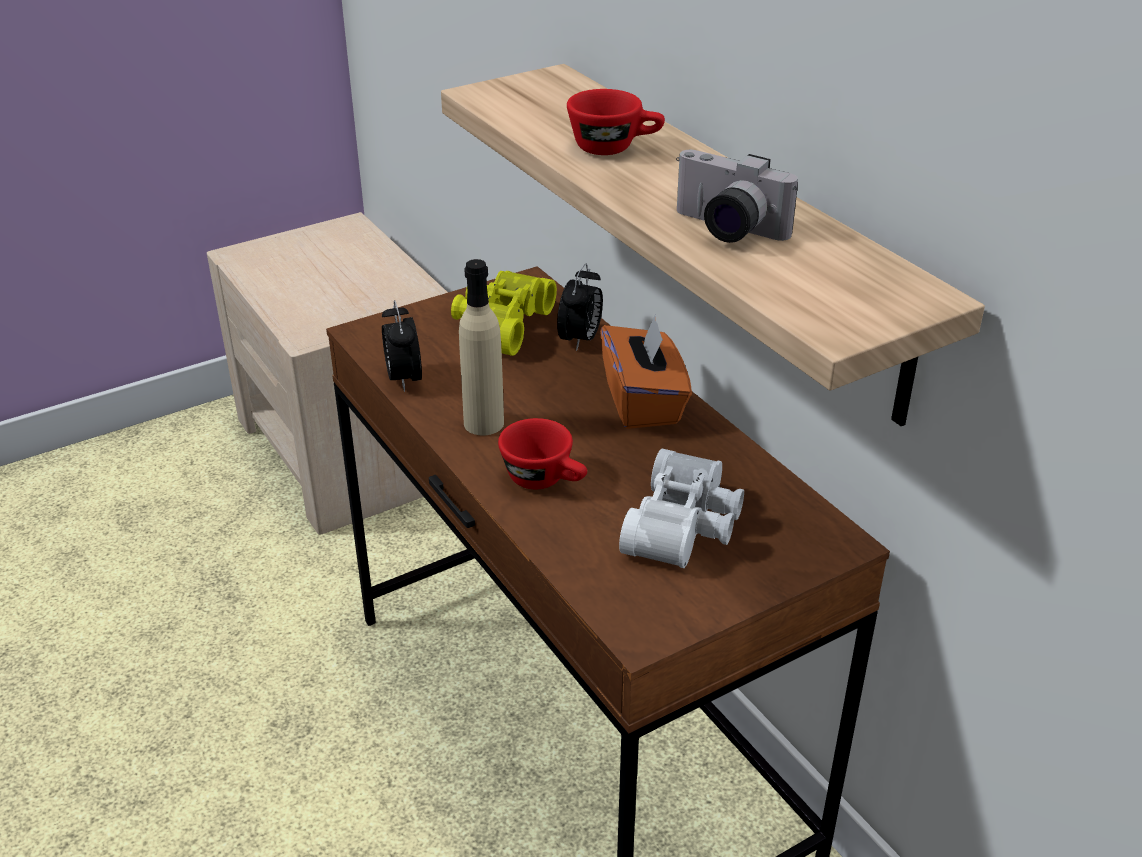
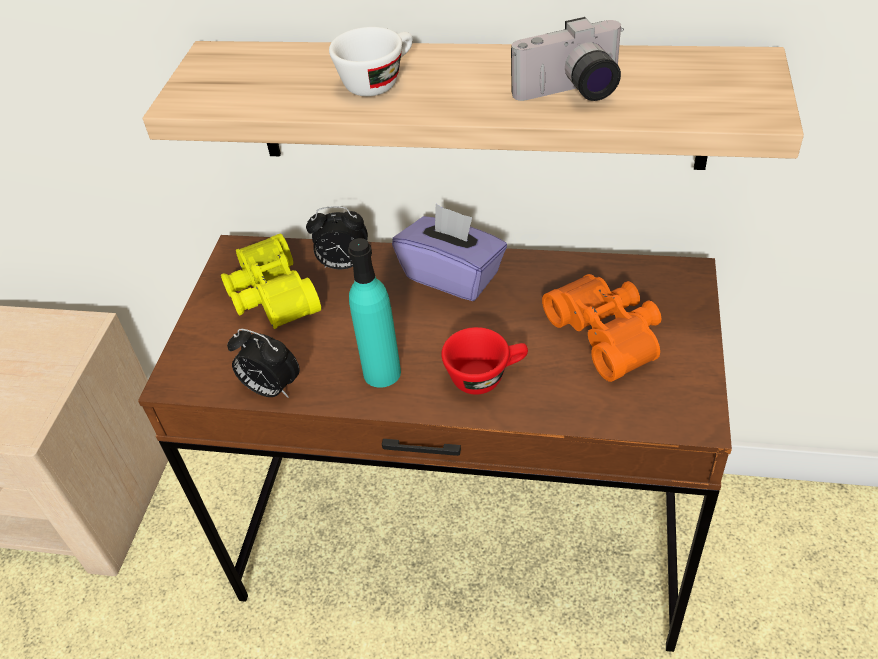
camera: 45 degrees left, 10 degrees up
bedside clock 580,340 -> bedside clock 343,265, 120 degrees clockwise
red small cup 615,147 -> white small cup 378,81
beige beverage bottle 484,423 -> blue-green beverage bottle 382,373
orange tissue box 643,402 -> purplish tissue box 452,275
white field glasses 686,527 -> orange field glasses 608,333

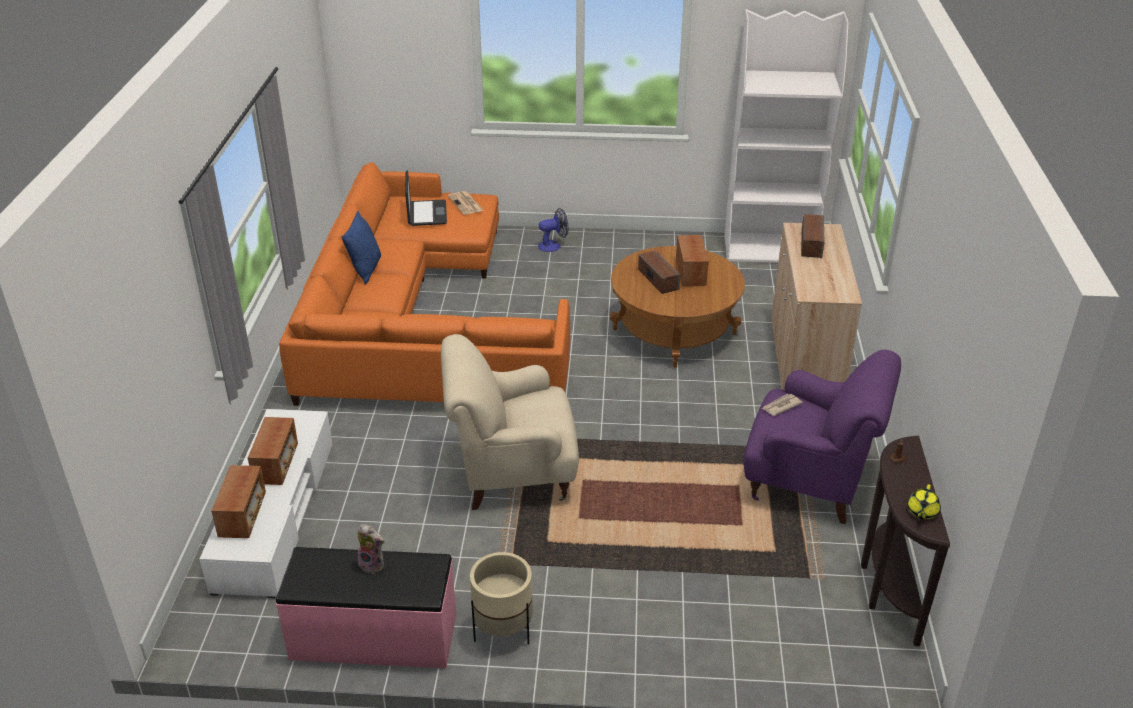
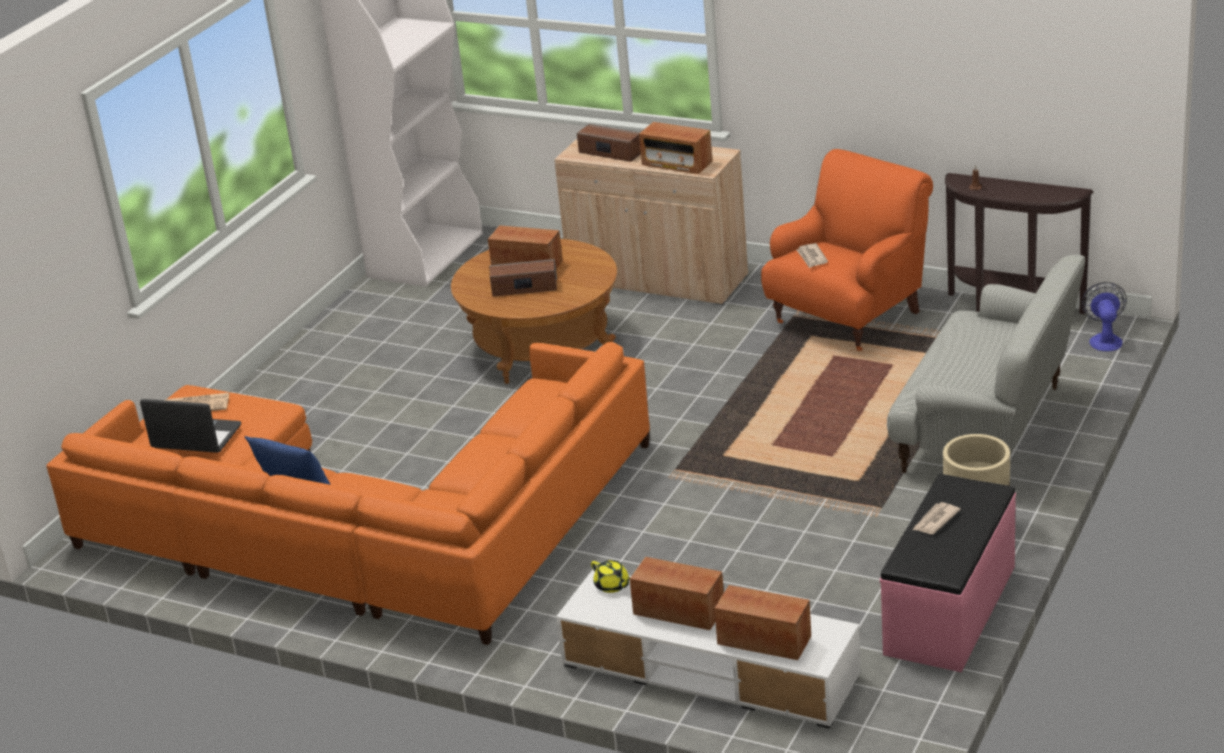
camera: 65 degrees left, 5 degrees down
yellow-coloured tea pot 922,511 -> yellow-coloured tea pot 612,586, moved
none -> radio 677,164
purplish lounge chair 810,481 -> orange lounge chair 849,317
none -> settee 987,430
soft toy 373,564 -> printed paper 935,520
electric fan 553,245 -> electric fan 1104,339, moved
beige lounge chair 512,472 -> none

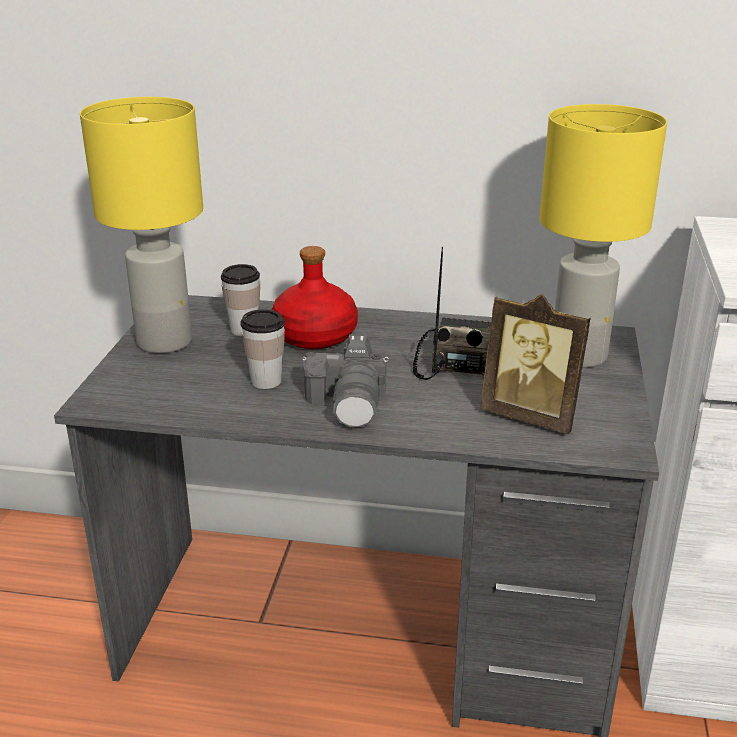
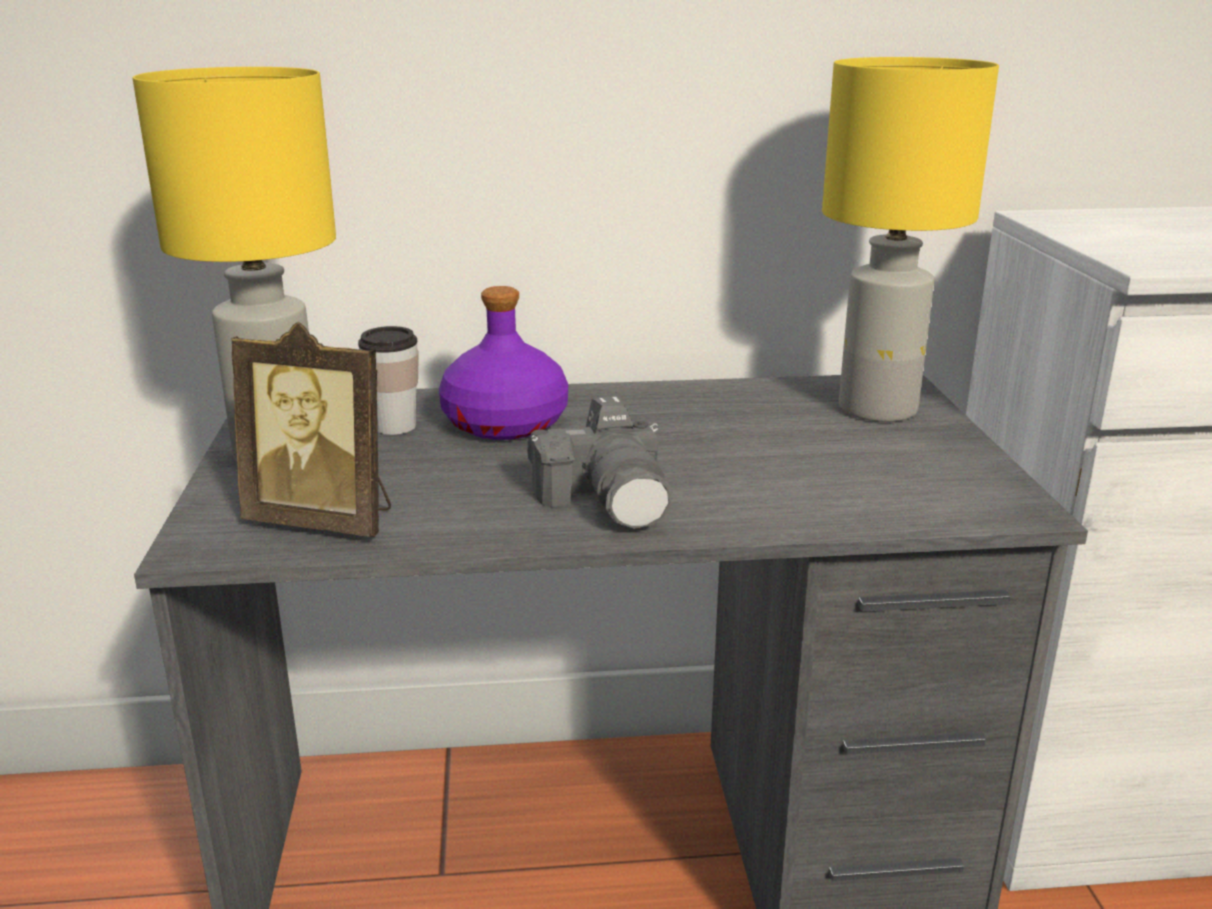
camera: 15 degrees left, 5 degrees down
standing frame 532,416 -> standing frame 325,520, moved
red beverage bottle 314,336 -> purplish beverage bottle 504,424
small cup 266,381 -> none
radio 457,360 -> none

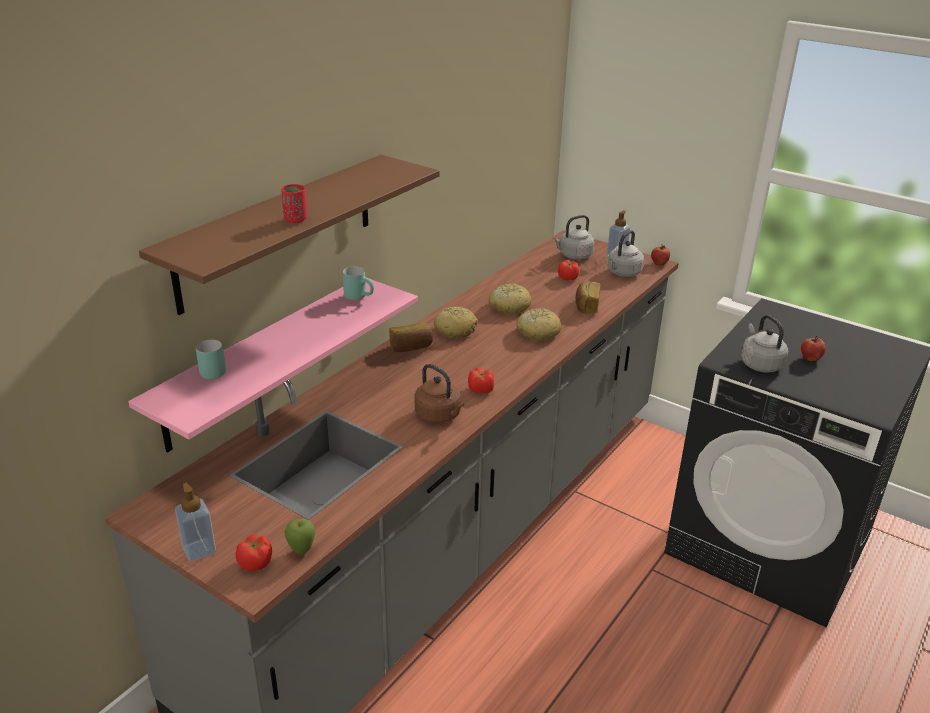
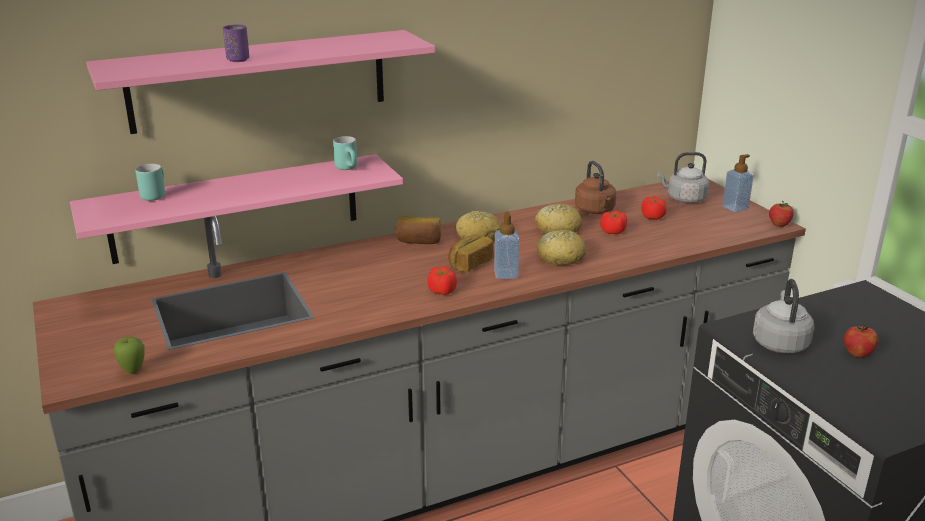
camera: 30 degrees right, 5 degrees down
brown wall shelf 278,231 -> pinkish wall shelf 259,80
red small cup 295,219 -> purplish small cup 238,60
baked bread 586,306 -> baked bread 470,263, moved
soap bottle 199,550 -> soap bottle 506,274, moved
brown kettle 439,416 -> brown kettle 595,211, moved
fresh tomato 256,563 -> fresh tomato 613,232, moved
gray kettle 623,273 -> none

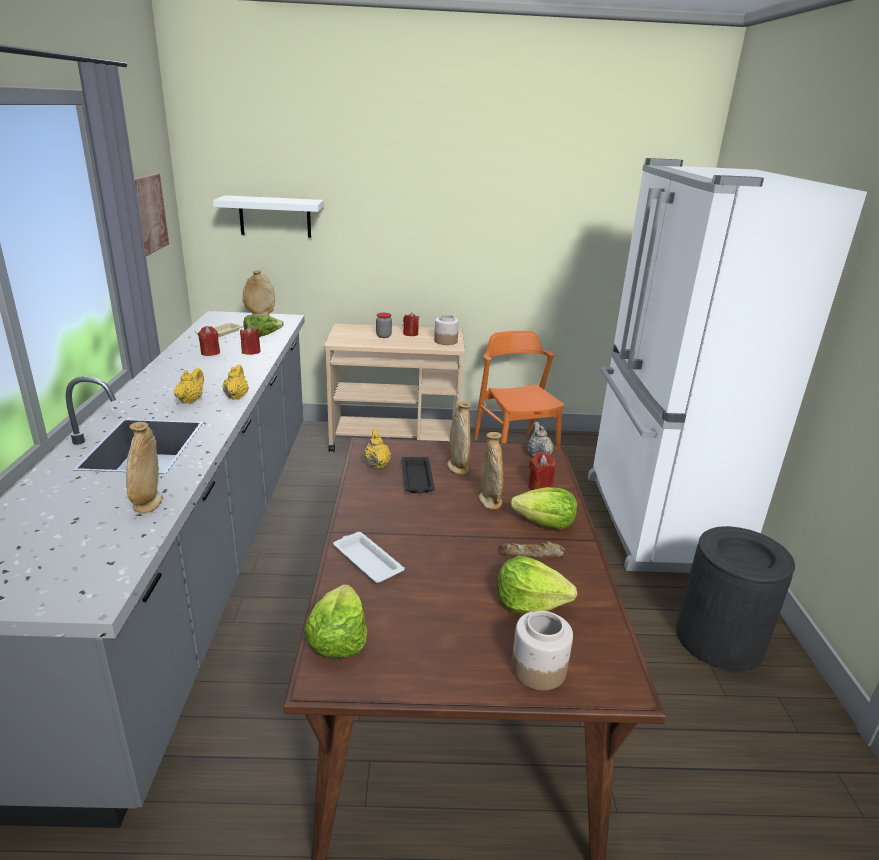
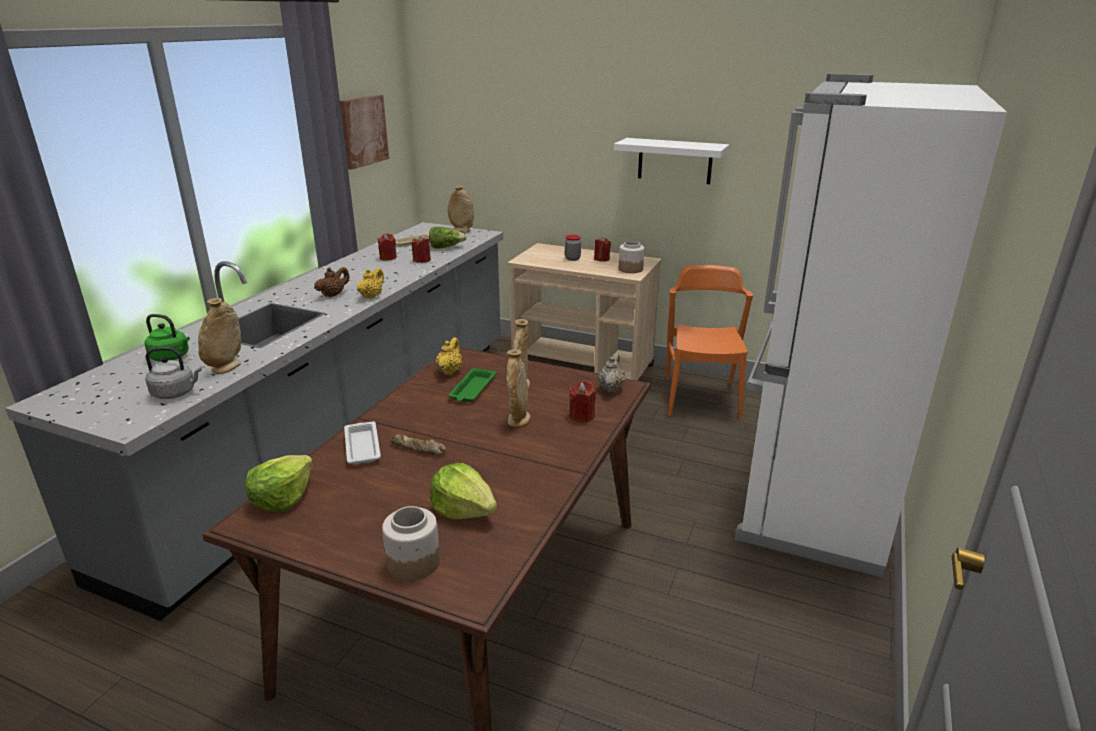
camera: 25 degrees right, 0 degrees up
none -> green kettle 172,357
none -> gray kettle 176,393
yellow-coloured tea pot 190,400 -> brown tea pot 333,295
baked bread 532,554 -> baked bread 418,449, moved
blackish carrying tray 417,479 -> green carrying tray 472,389
white wall shelf 275,217 -> white wall shelf 675,161, moved
head of lettuce 545,523 -> none
blackish trash can 720,639 -> none

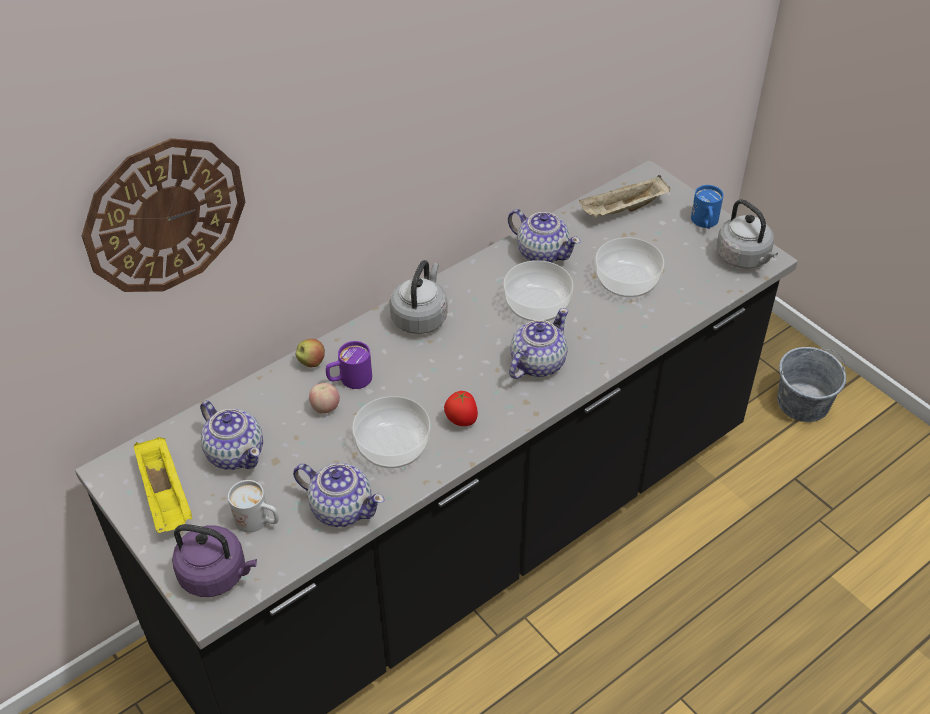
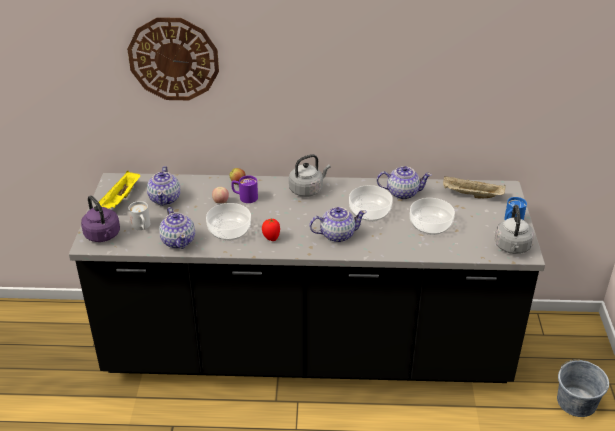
camera: 40 degrees right, 10 degrees down
tea pot 542,252 -> tea pot 402,193, 75 degrees counterclockwise

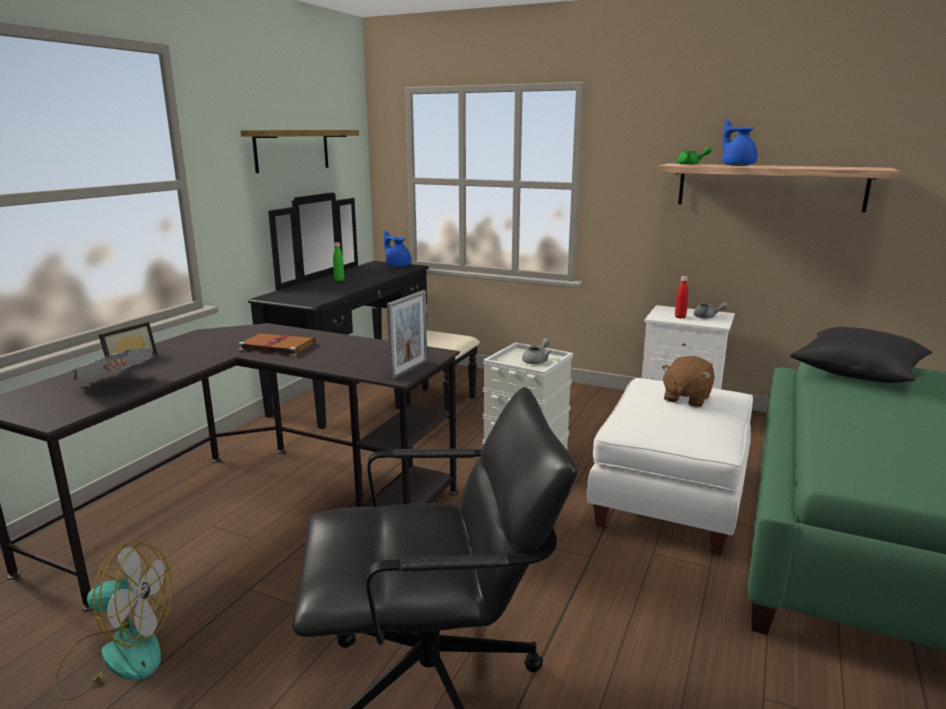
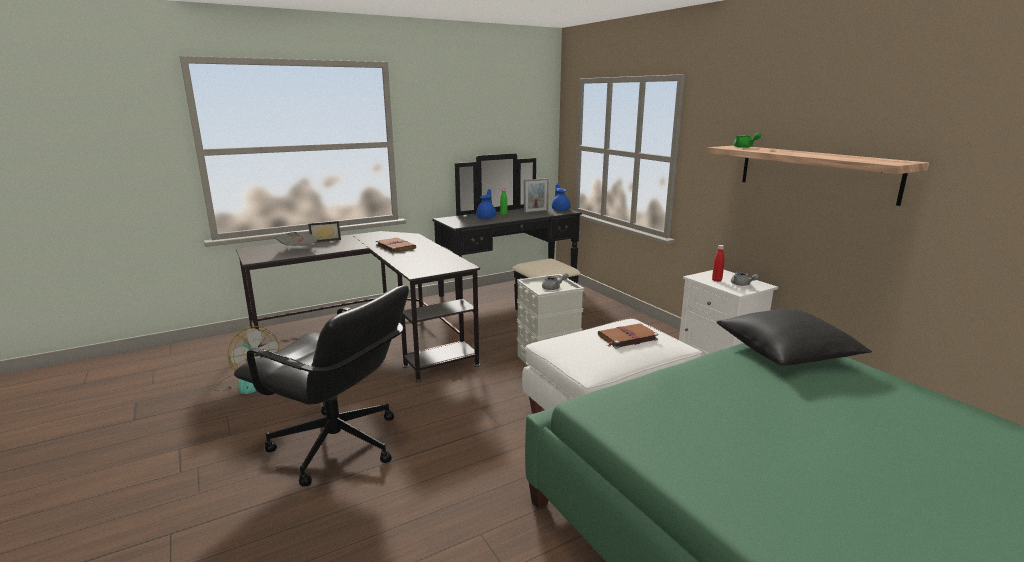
camera: 35 degrees right, 0 degrees up
blue tea pot 737,165 -> blue tea pot 486,217, moved
standing frame 409,370 -> standing frame 535,212, moved
brown soft toy 686,398 -> brown bound book 626,337
wall shelf 292,150 -> none

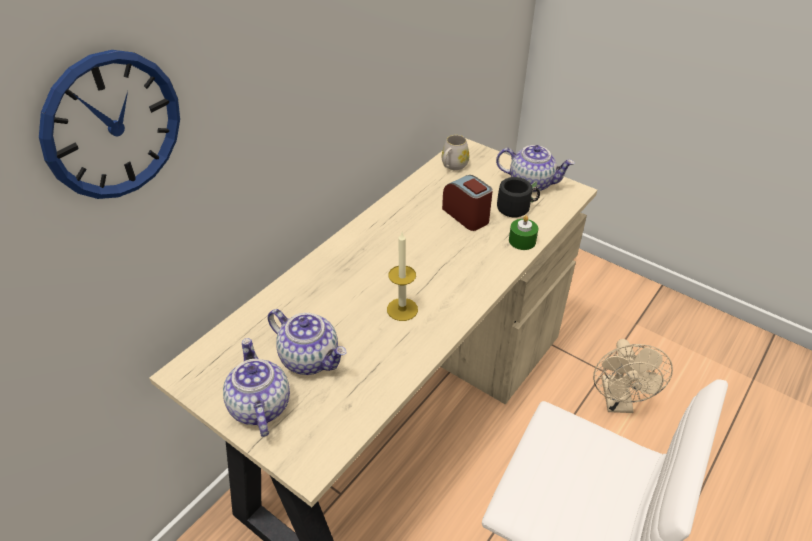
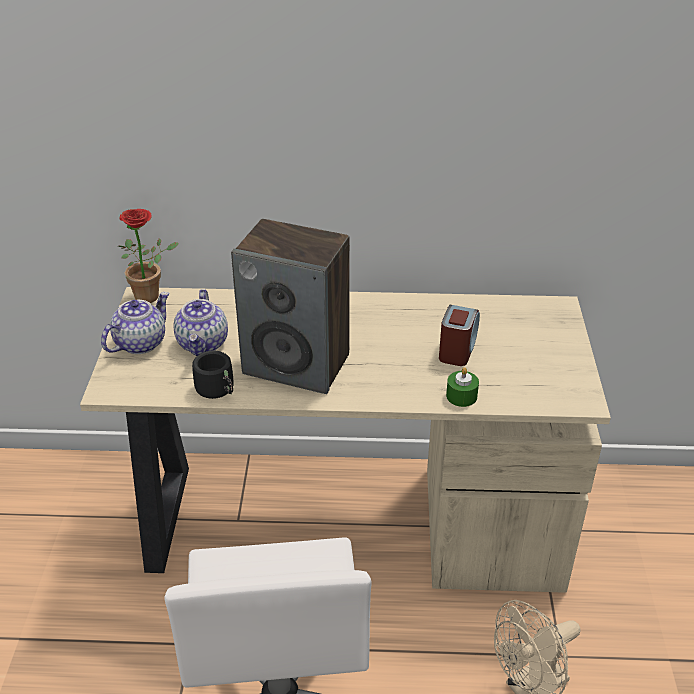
camera: 55 degrees right, 5 degrees down
none -> houseplant 152,296
blackish mug 516,207 -> blackish mug 219,389, moved
candle 402,309 -> speaker 297,364
clock on the wall 113,126 -> none
white mug 453,166 -> none
tea pot 531,183 -> none

